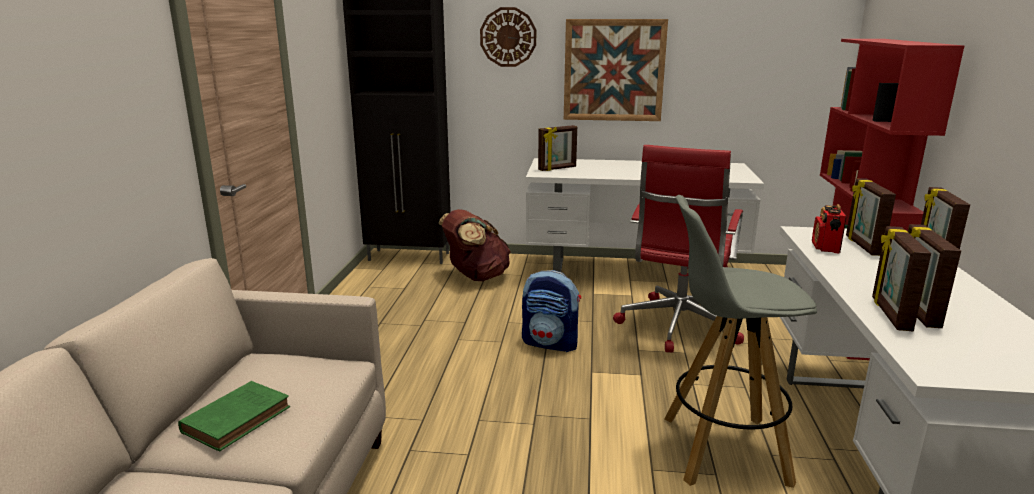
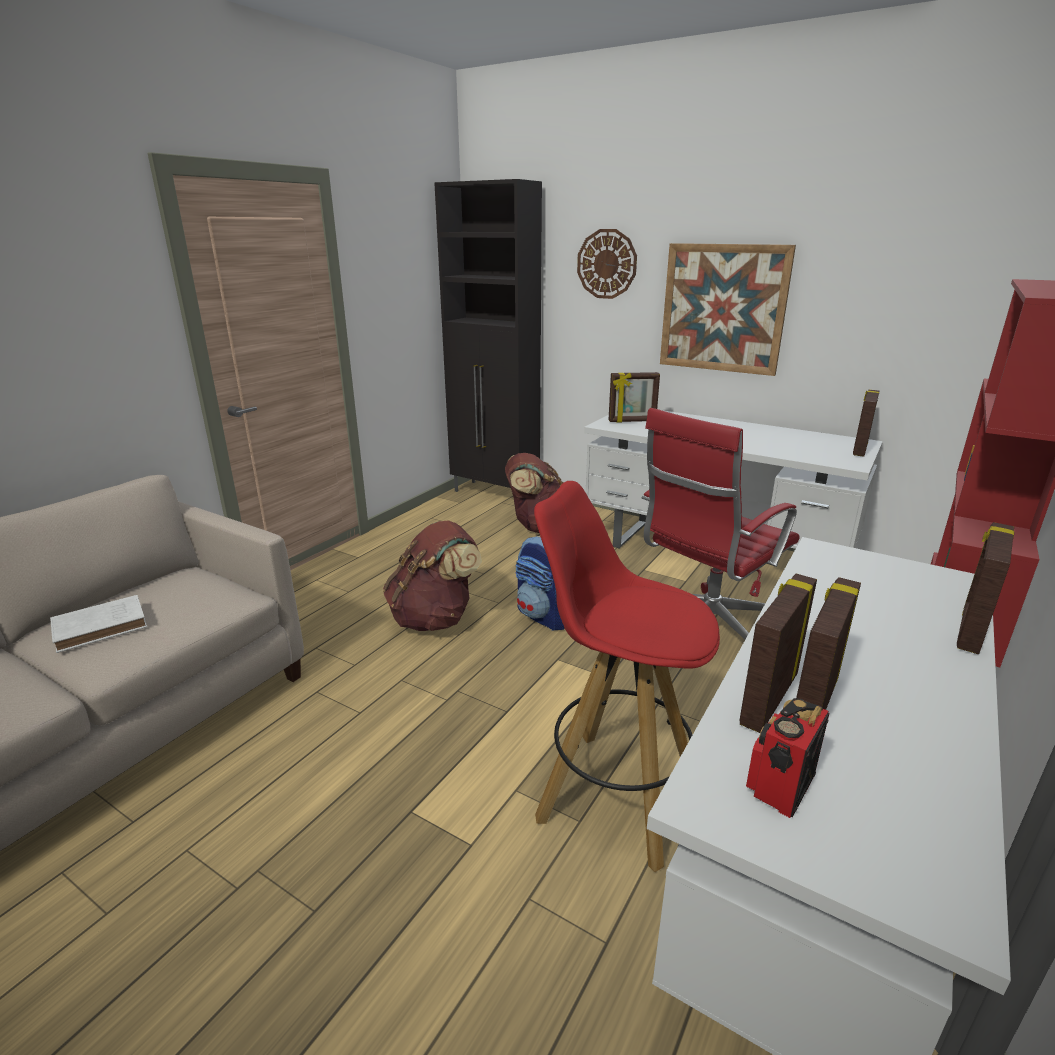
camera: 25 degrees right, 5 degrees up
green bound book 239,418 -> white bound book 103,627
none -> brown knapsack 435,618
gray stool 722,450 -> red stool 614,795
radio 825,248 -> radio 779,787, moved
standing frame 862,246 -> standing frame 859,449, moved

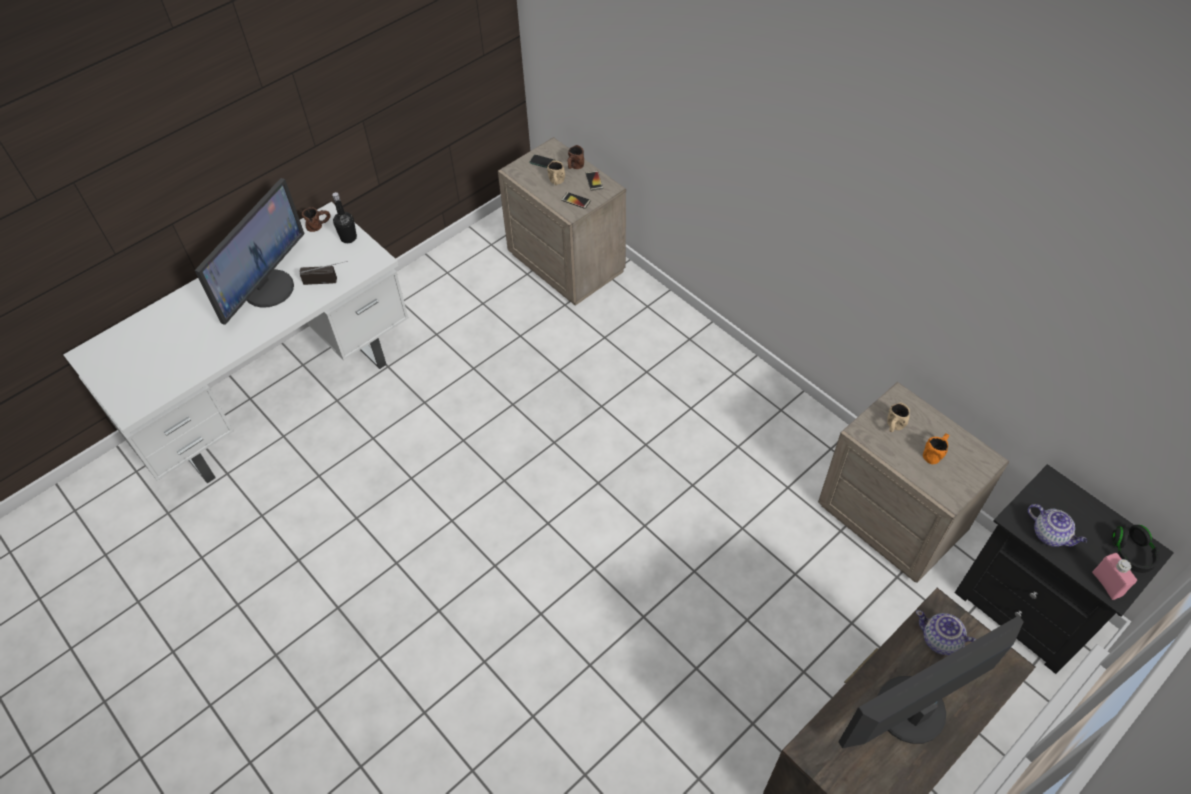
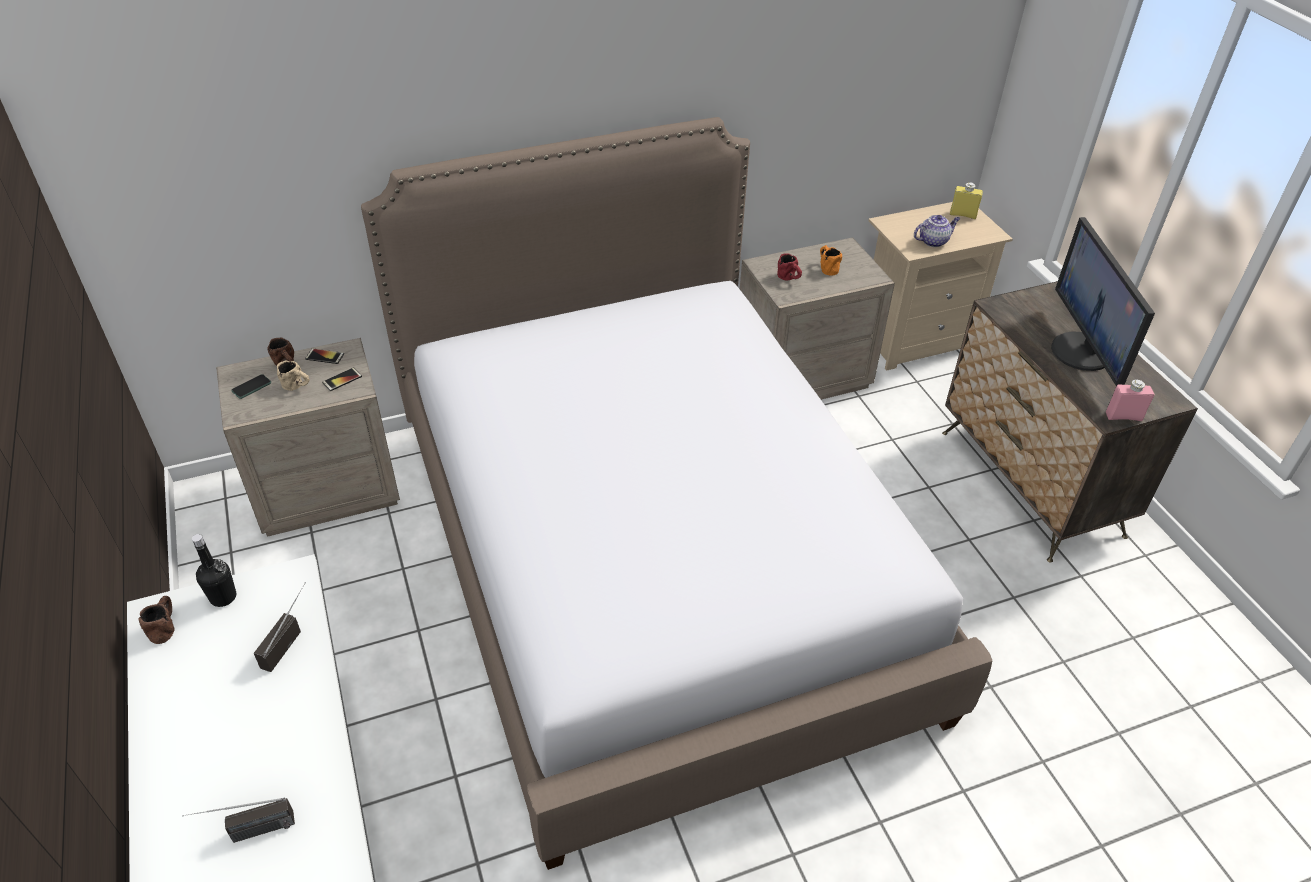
camera: 70 degrees left, 10 degrees down
none -> radio 247,833
none -> bed 653,562
beige mug 893,427 -> red mug 789,278
blackish night table 1027,607 -> beige night table 913,339
blackish headset 1131,553 -> yellow-coloured beverage bottle 963,215
pinkish beverage bottle 1107,584 -> pinkish beverage bottle 1123,416, moved
monitor 268,288 -> none
tea pot 939,640 -> none

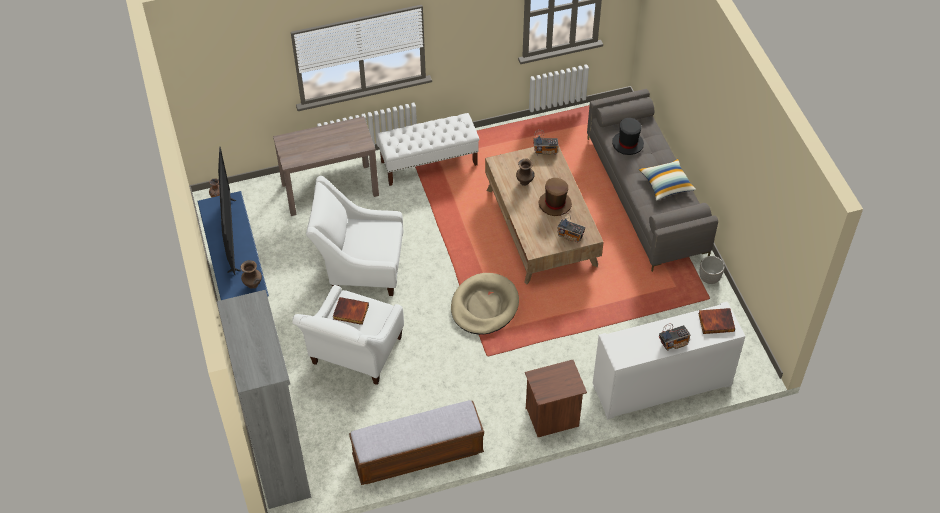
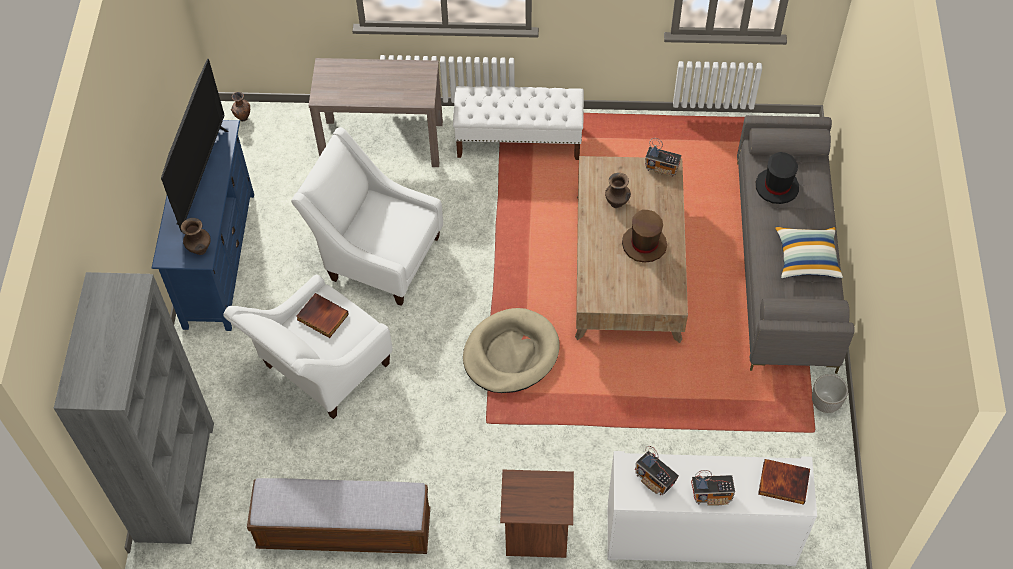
camera: 20 degrees right, 5 degrees up
radio 570,236 -> radio 655,479, moved

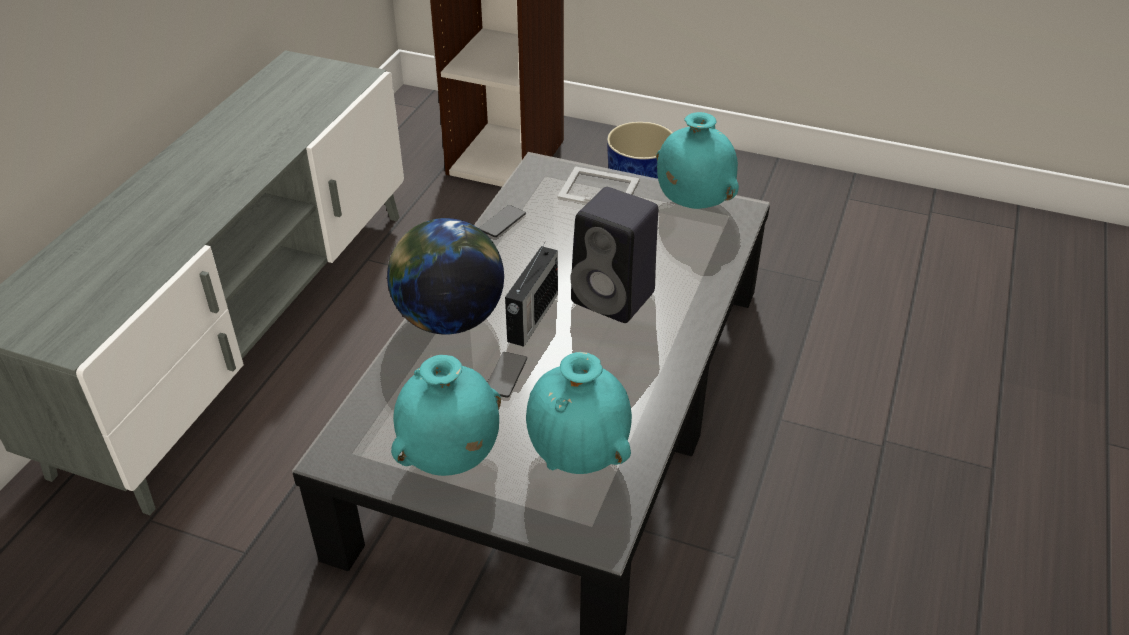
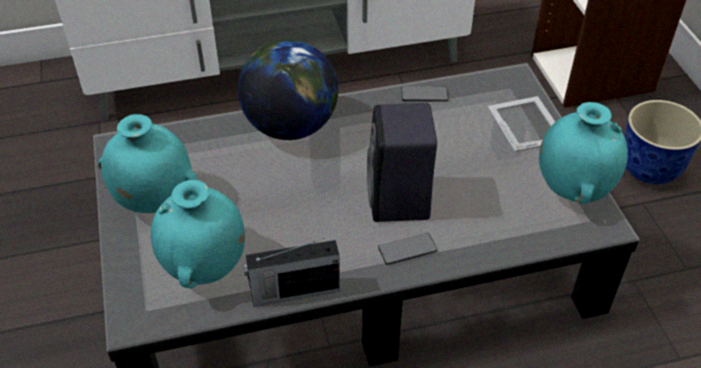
camera: 55 degrees right, 5 degrees up
radio 532,318 -> radio 293,291, moved
phone 505,375 -> phone 407,249, moved

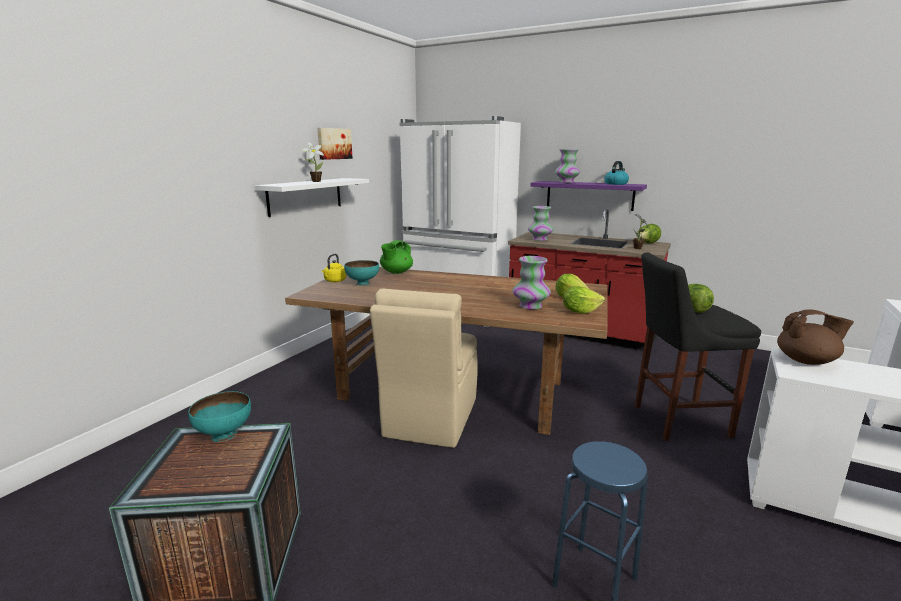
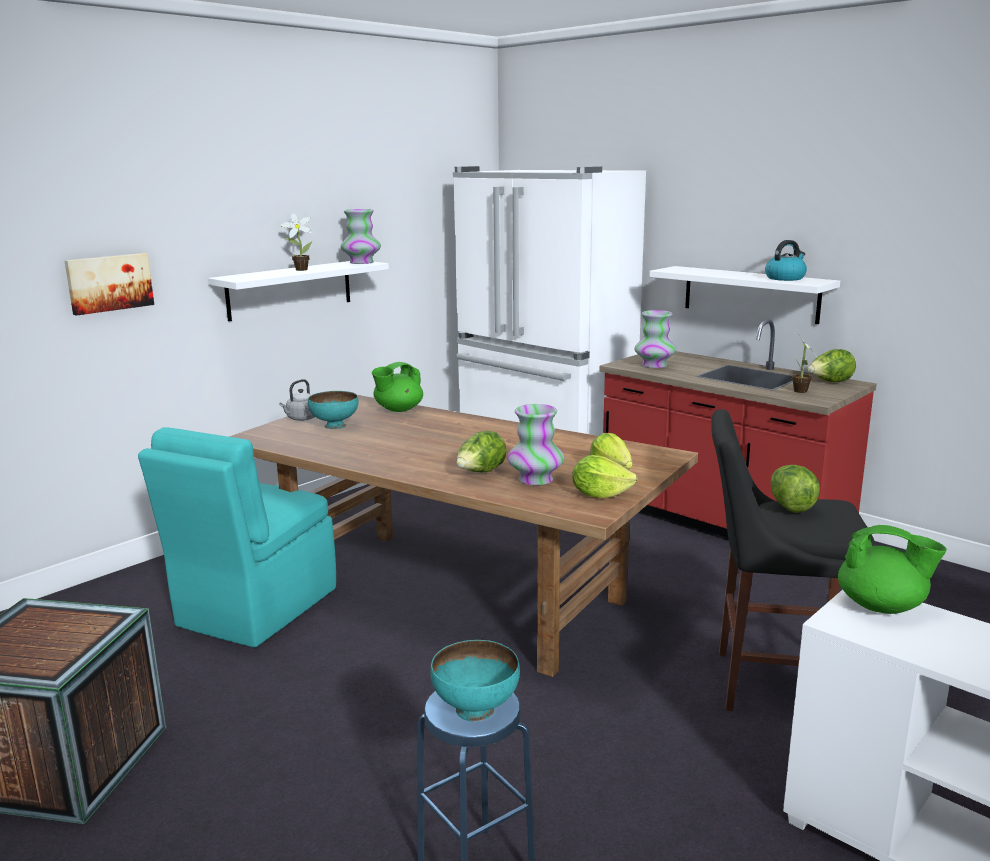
camera: 15 degrees right, 0 degrees up
picture 334,144 -> picture 109,283, moved
none -> blue-green upright chair 255,609
yellow-coloured kettle 334,281 -> gray kettle 301,419
flower vase 566,182 -> flower vase 361,263, moved
blue-green bowl 224,435 -> blue-green bowl 476,710, moved
none -> head of lettuce 480,473
purplish wall shelf 589,195 -> white wall shelf 750,294
brown tea pot 806,361 -> green tea pot 882,606
beige upright chair 430,418 -> none

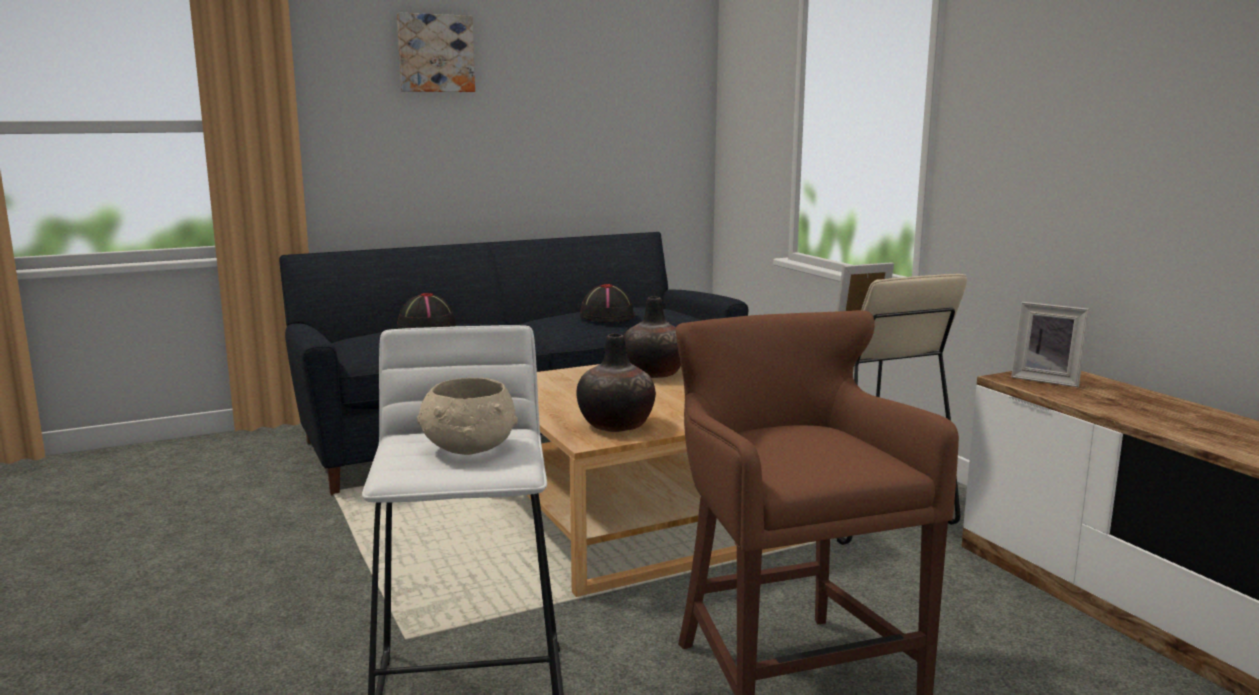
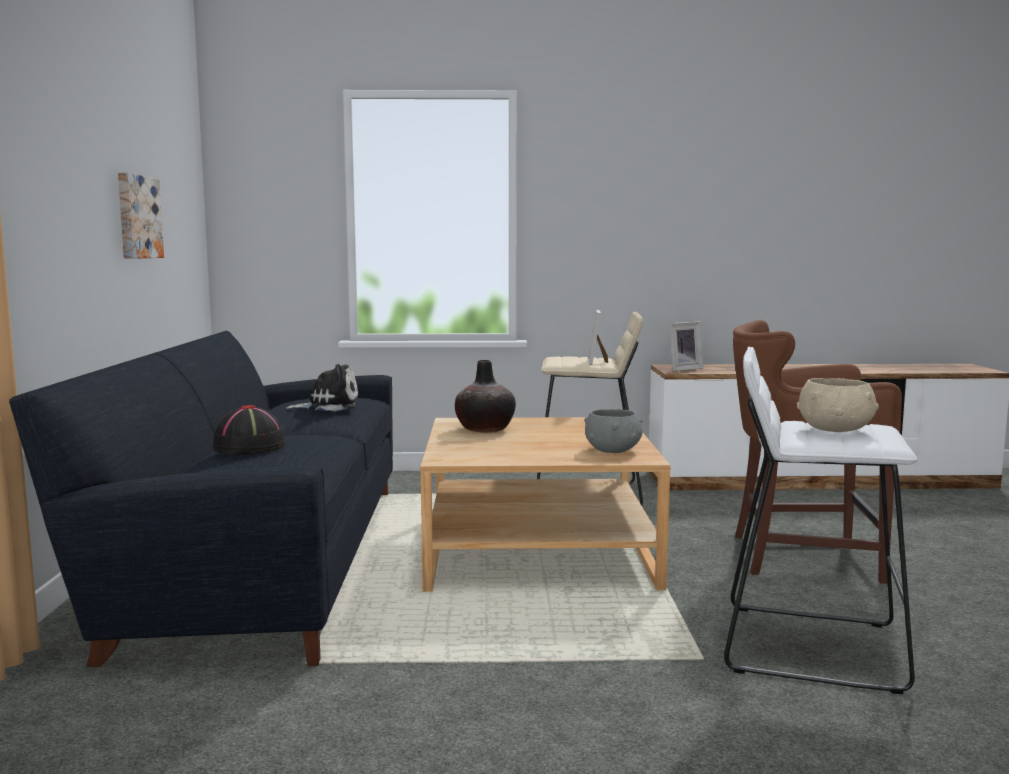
camera: 65 degrees left, 5 degrees down
picture 435,53 -> picture 137,217, moved
blackish wearable hat 607,316 -> soft toy 329,406
flower vase 616,425 -> gray bowl 613,450

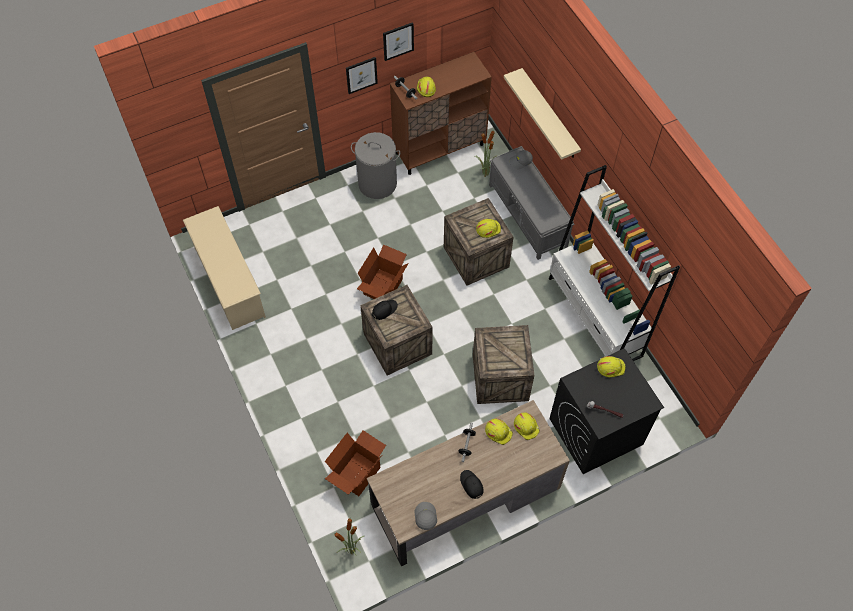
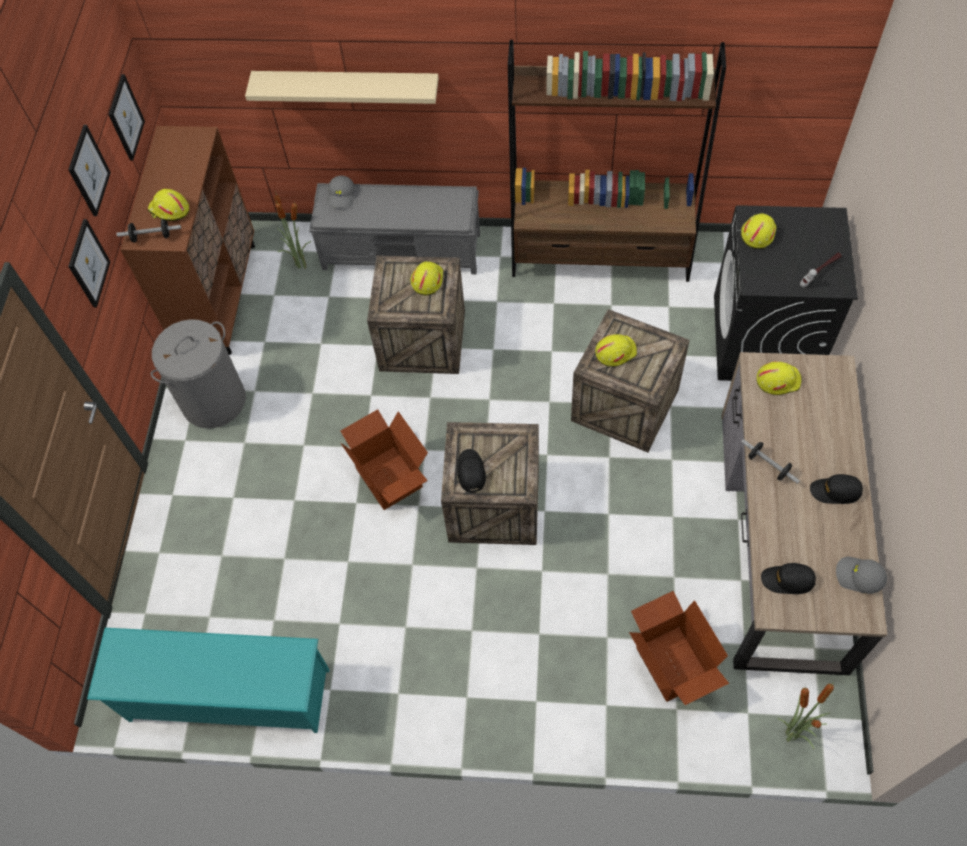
camera: 55 degrees left, 0 degrees up
beige shoe stand 229,282 -> blue-green shoe stand 228,695
none -> picture 125,118
white bookshelf 594,317 -> brown bookshelf 601,257
yellow-coloured safety helmet 498,432 -> yellow-coloured safety helmet 615,352, moved
none -> blackish baseball cap 787,580

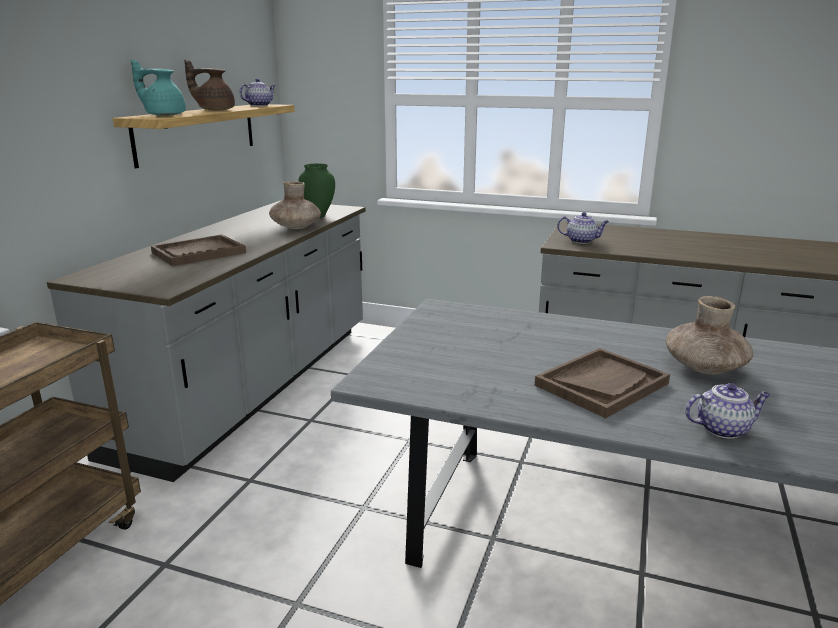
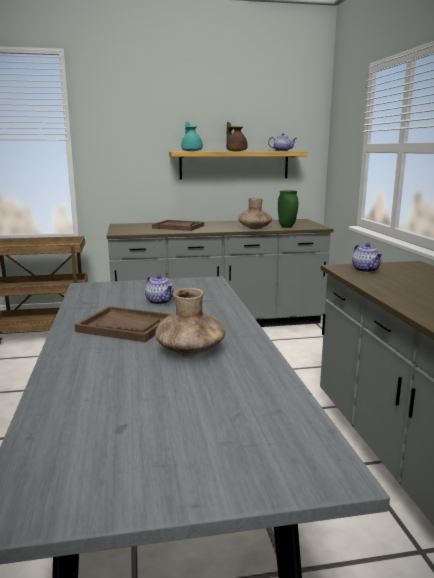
camera: 60 degrees right, 5 degrees down
tea pot 723,429 -> tea pot 160,301, moved

